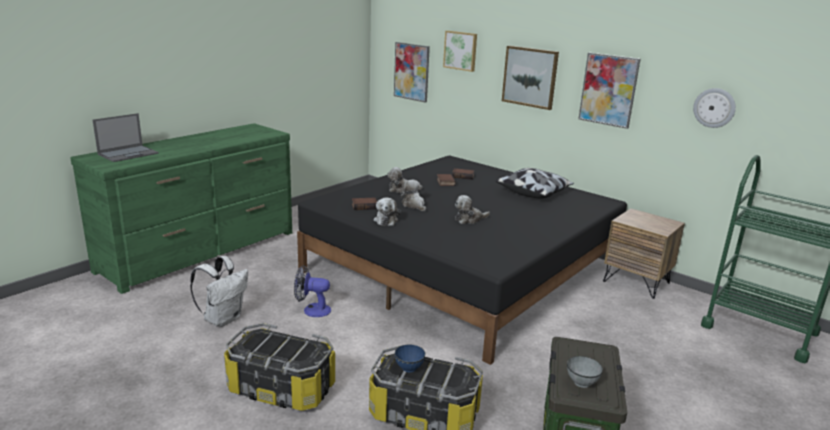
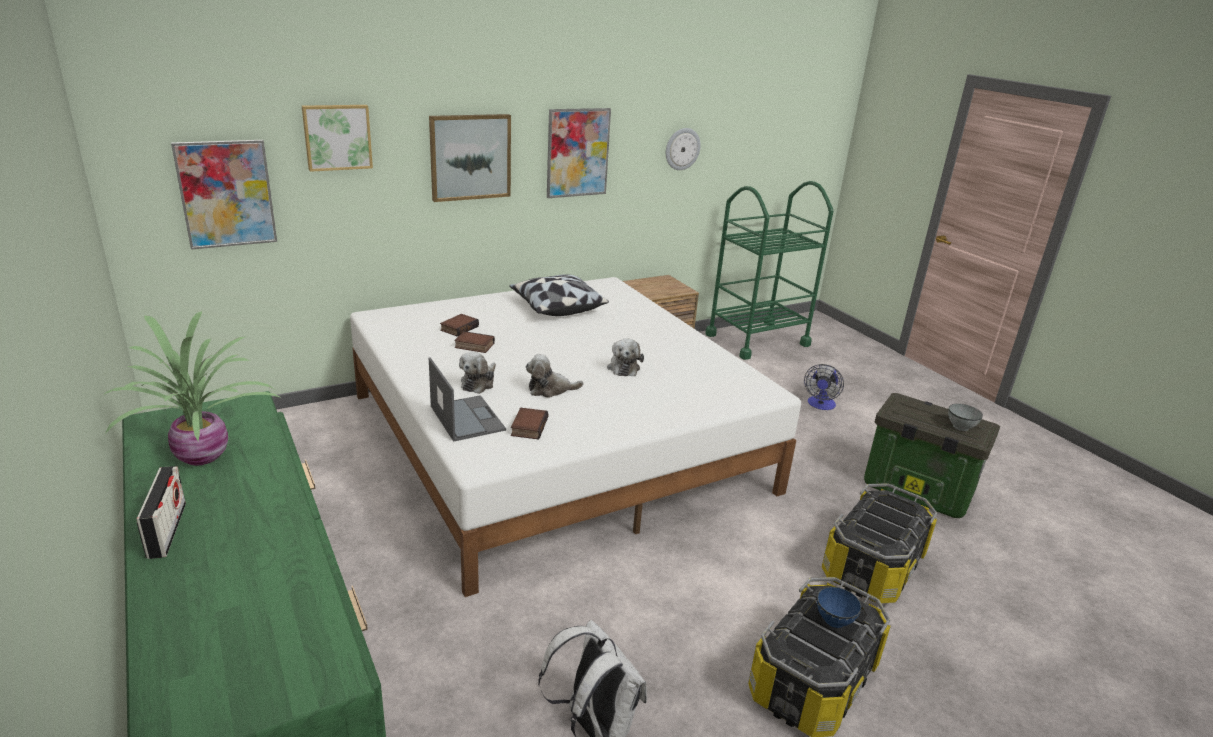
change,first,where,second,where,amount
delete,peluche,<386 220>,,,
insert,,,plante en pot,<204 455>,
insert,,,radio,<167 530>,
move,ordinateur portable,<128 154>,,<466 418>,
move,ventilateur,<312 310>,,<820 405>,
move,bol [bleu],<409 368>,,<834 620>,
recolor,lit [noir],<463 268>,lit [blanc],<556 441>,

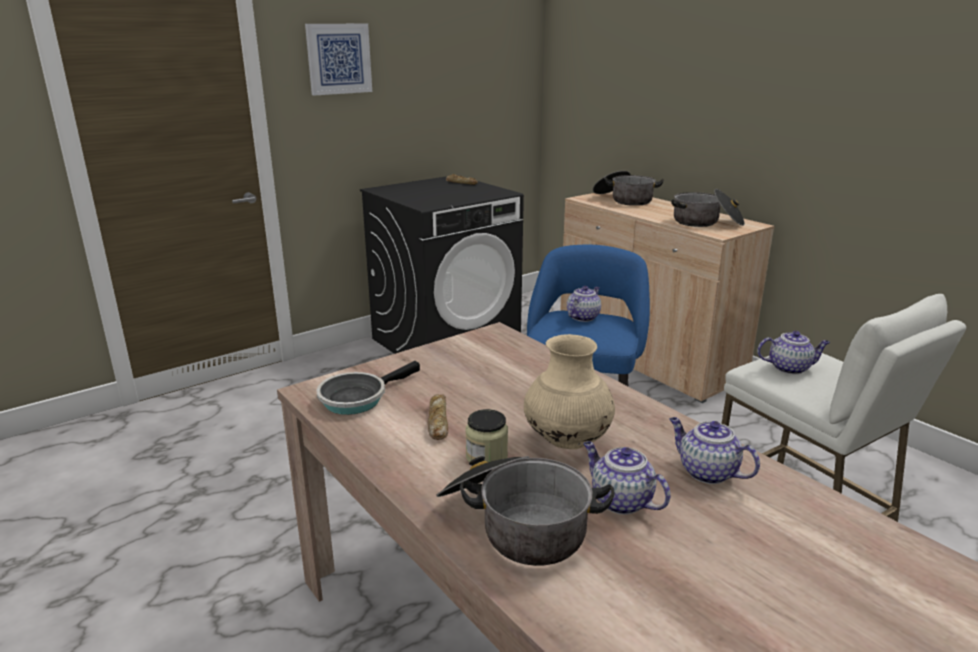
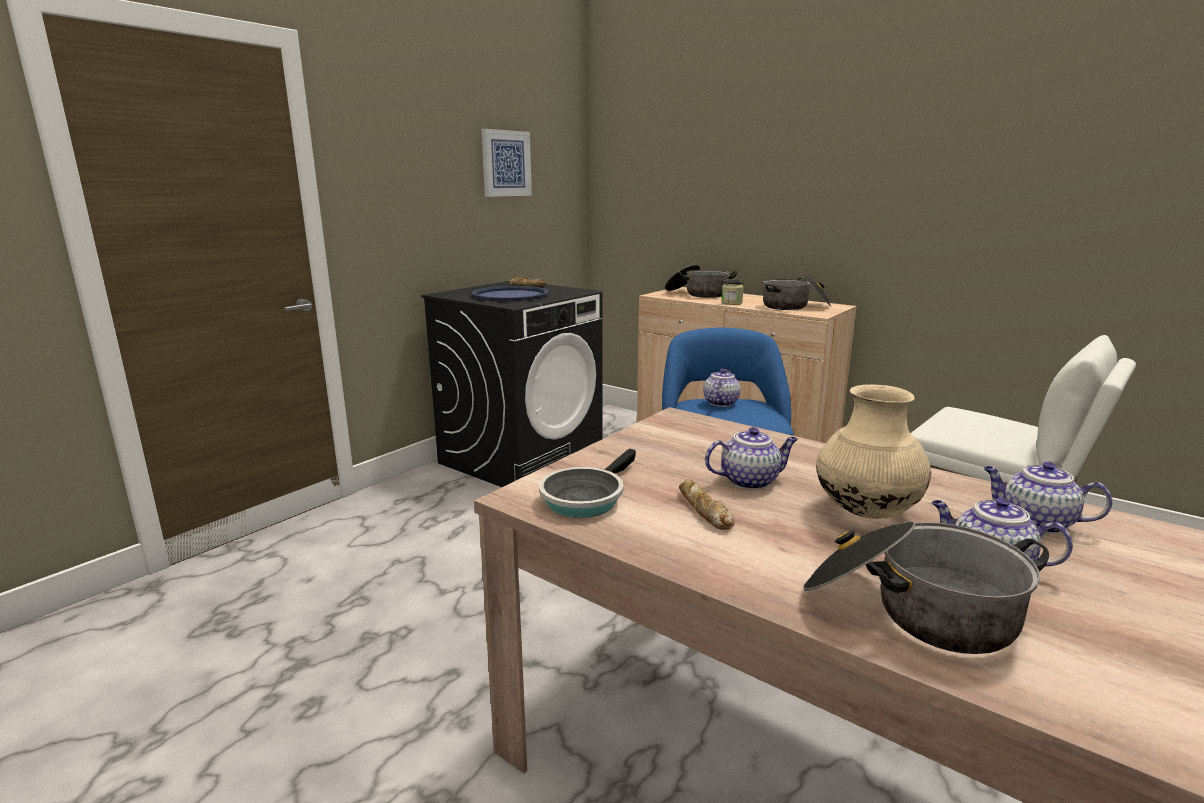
change,first,where,second,where,amount
insert,,,plateau [bleu],<510 295>,
move,tableau,<338 59>,,<506 163>,
move,bocal,<486 457>,,<731 303>,
move,théière,<790 368>,,<750 481>,

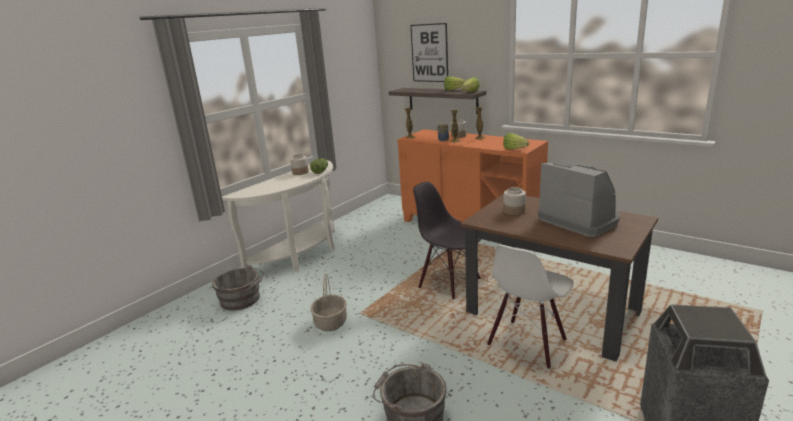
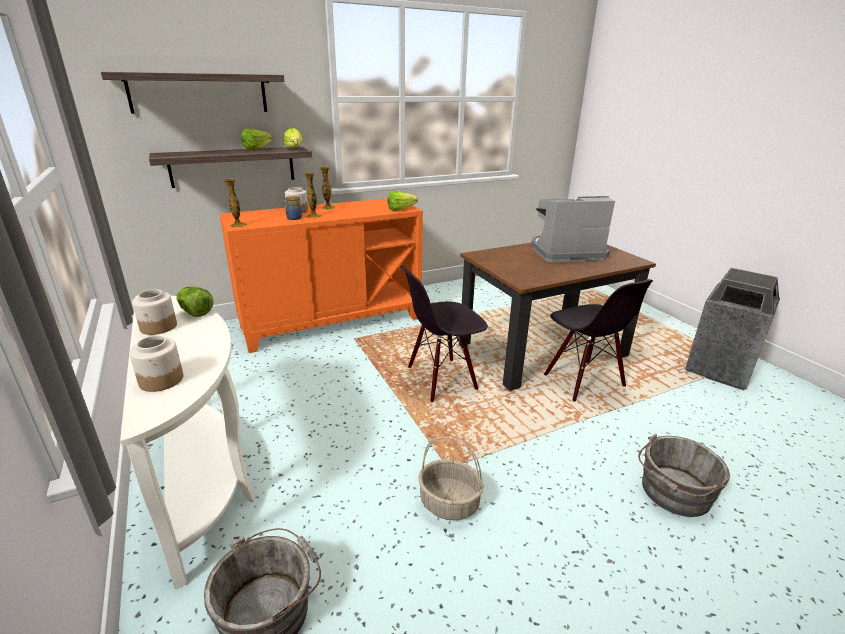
change,first,where,second,where,amount
move,bocal,<514 211>,,<162 380>,
replace,tableau,<429 53>,étagère,<199 93>,
recolor,chaise [blanc],<527 343>,chaise [noir],<583 381>,

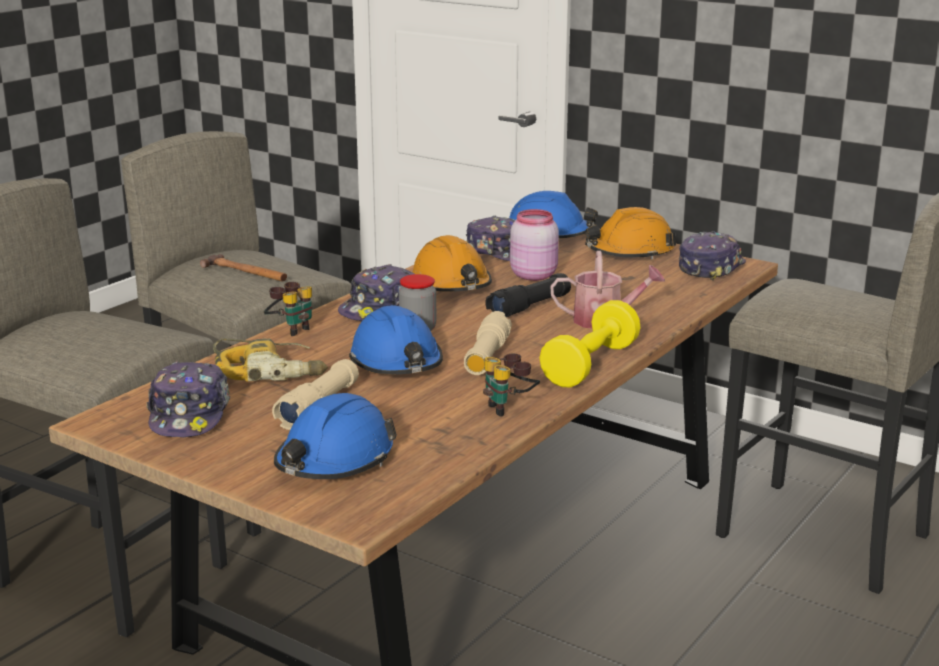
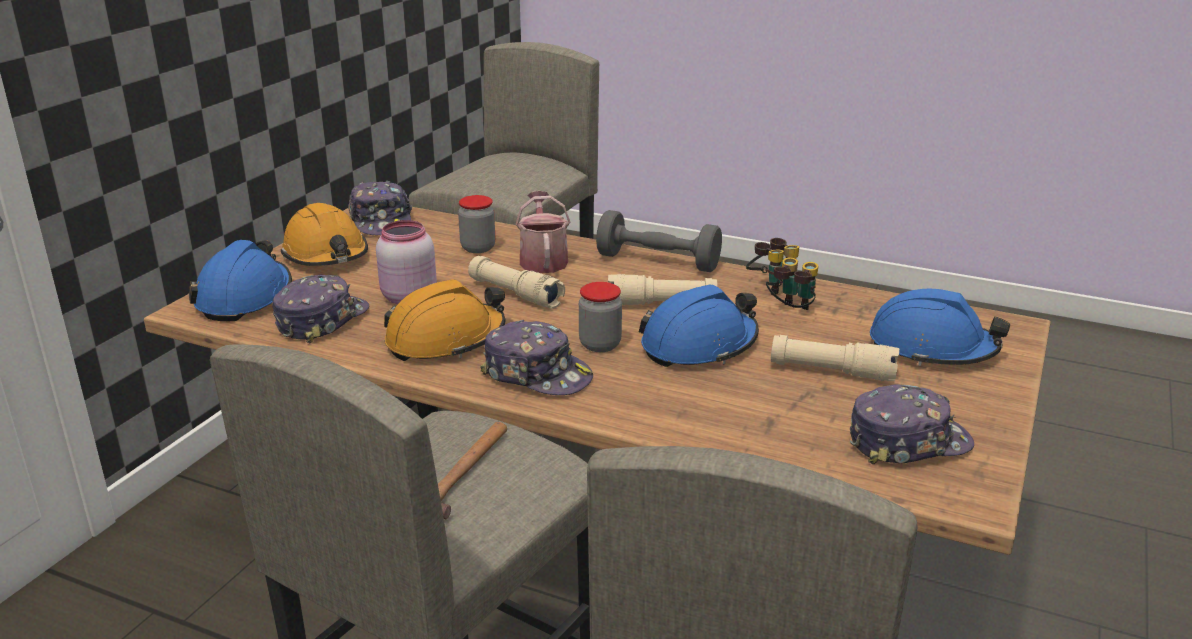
change,first,where,second,where,amount
delete,perceuse,<270 371>,,,
insert,,,bocal,<478 248>,
move,jumelles,<291 329>,,<791 312>,
recolor,lampe de poche [noir],<529 307>,lampe de poche [beige],<515 294>,
recolor,haltère [jaune],<590 365>,haltère [gris],<658 261>,
rotate,casquette,<710 267>,,<381 221>,135 degrees counterclockwise

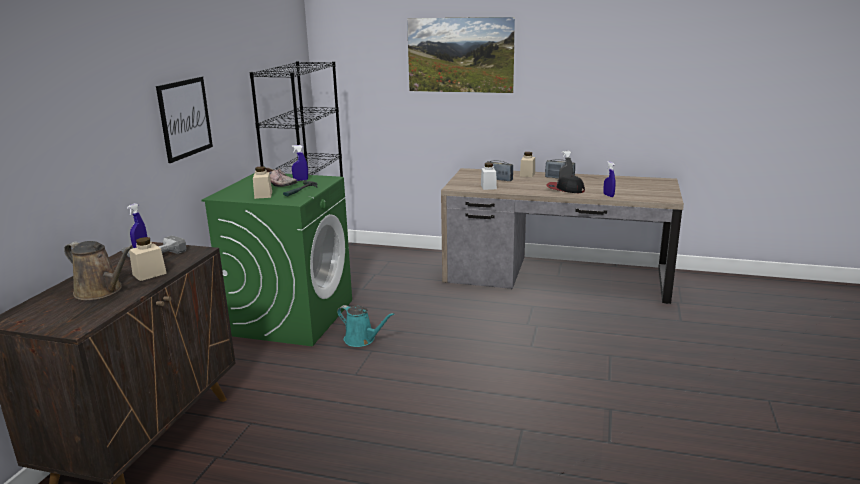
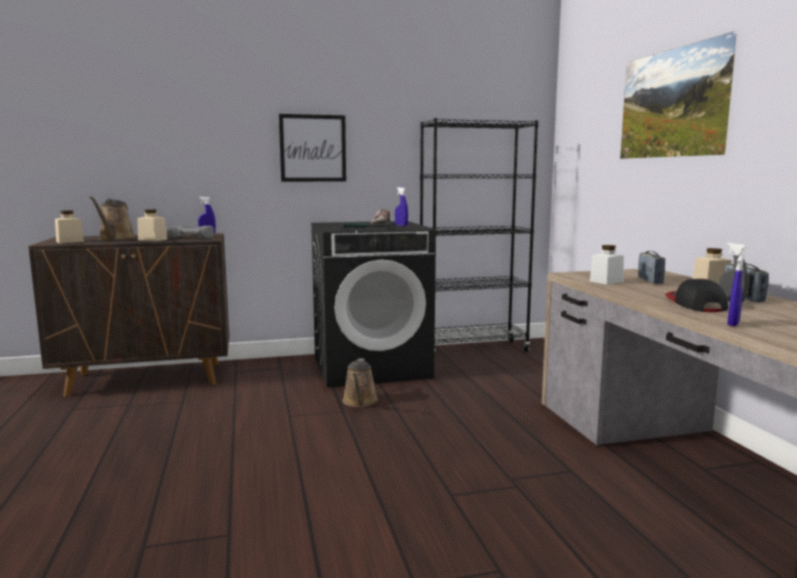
change,first,where,second,where,amount
move,bocal [beige],<263 195>,,<70 241>,
recolor,lave-linge [vert],<291 317>,lave-linge [noir],<372 367>,
recolor,arrosoir [turquoise],<362 340>,arrosoir [marron],<360 402>,

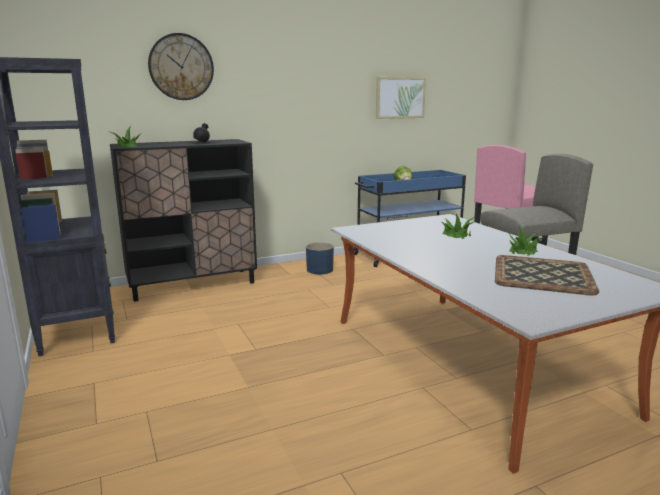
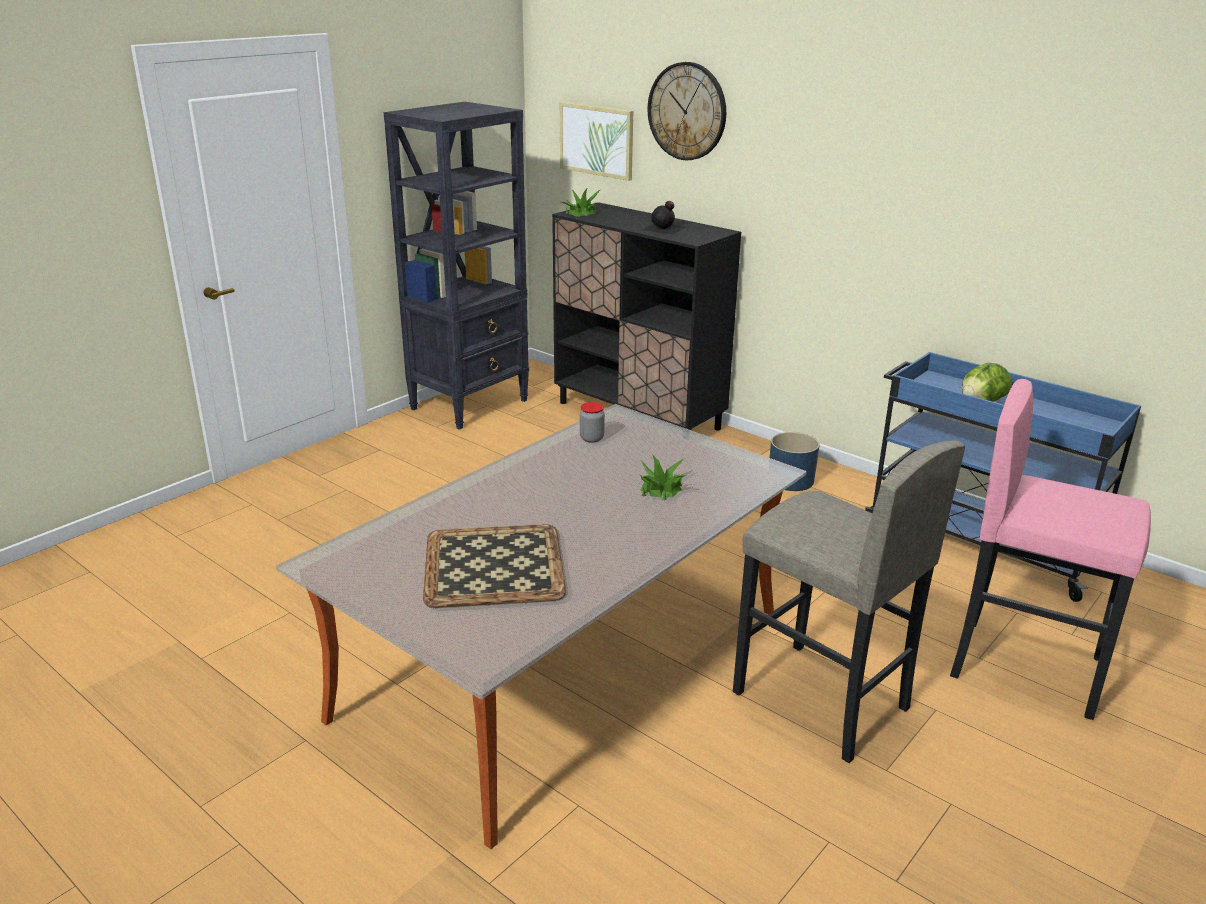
change,first,where,second,where,amount
delete,plante en pot,<522 251>,,,
insert,,,bocal,<592 438>,
move,tableau,<400 97>,,<597 140>,

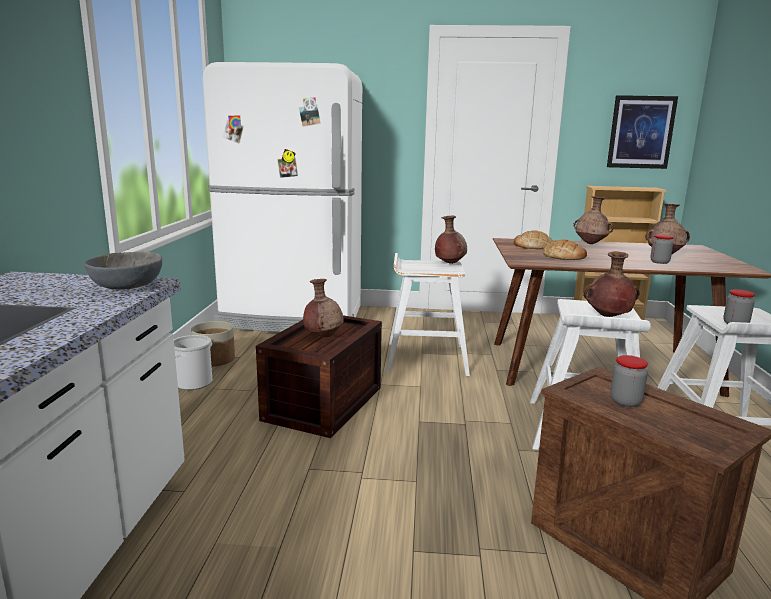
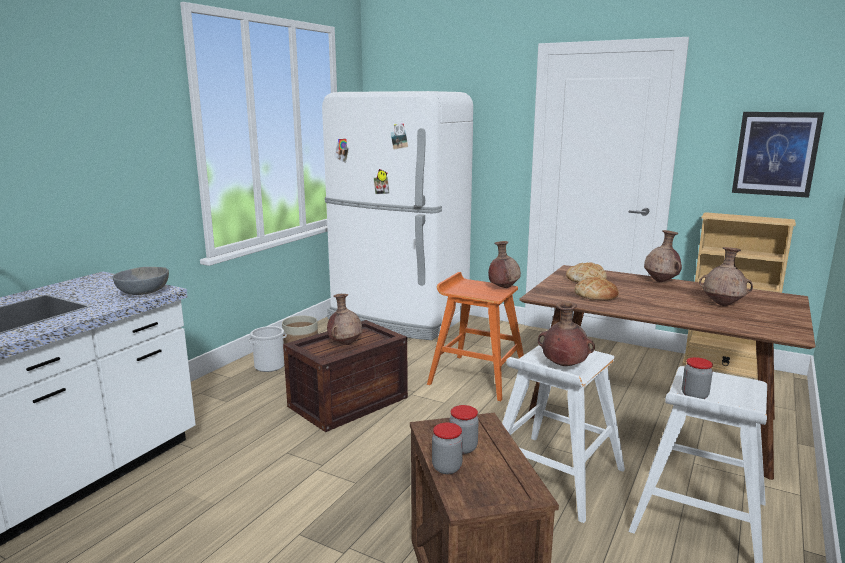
change,first,where,second,where,amount
move,bocal,<659 262>,,<447 467>,
recolor,tabouret [blanc],<425 358>,tabouret [orange],<476 376>,

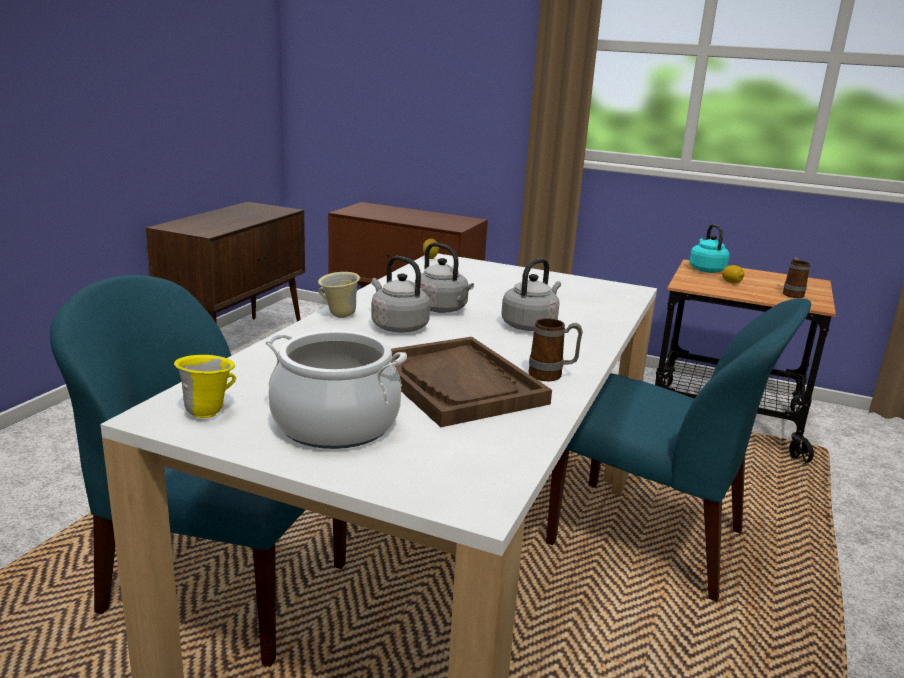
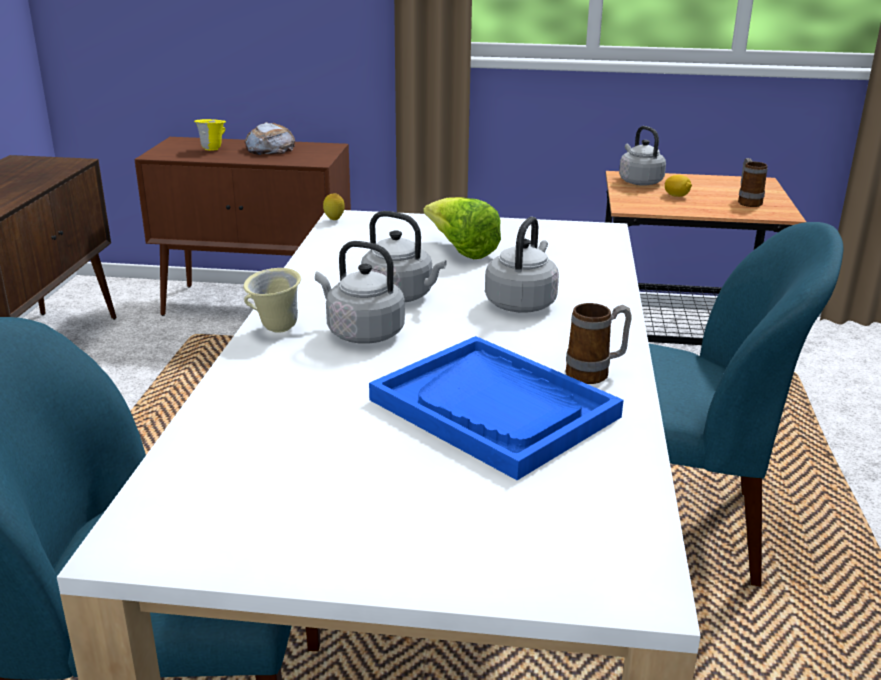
change,first,where,second,where,amount
delete,marmite,<335 424>,,,
insert,,,pain,<270 149>,
insert,,,laitue,<461 251>,
move,mug [jaune],<208 412>,,<212 149>,
recolor,plateau [marron],<458 384>,plateau [bleu],<494 408>,
recolor,bouilloire [turquoise],<706 269>,bouilloire [gris],<639 181>,

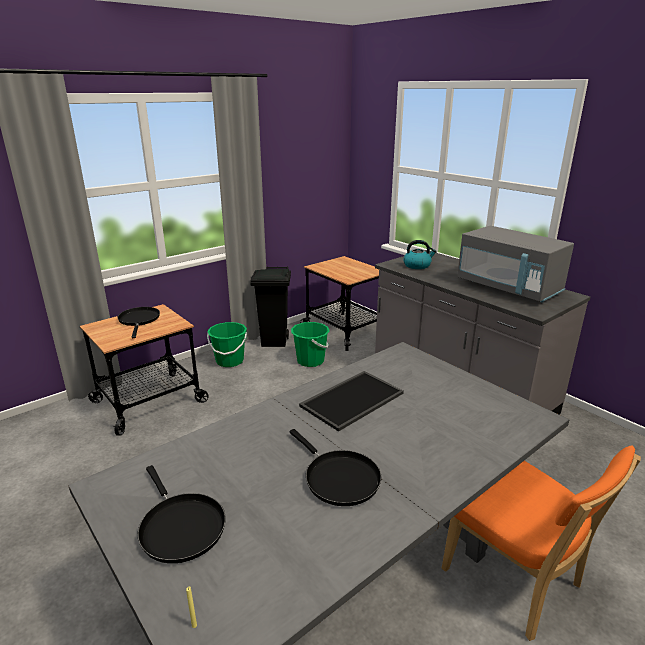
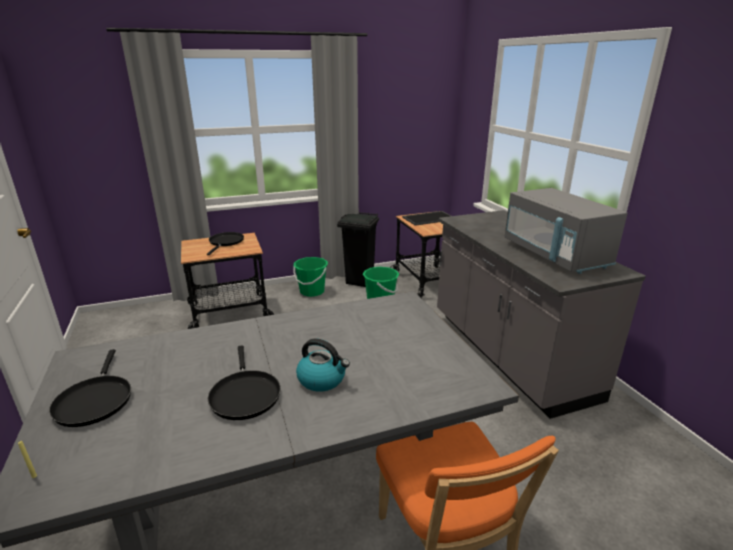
change,first,where,second,where,amount
move,plateau,<351 398>,,<429 218>,
move,bouilloire,<417 265>,,<322 379>,

